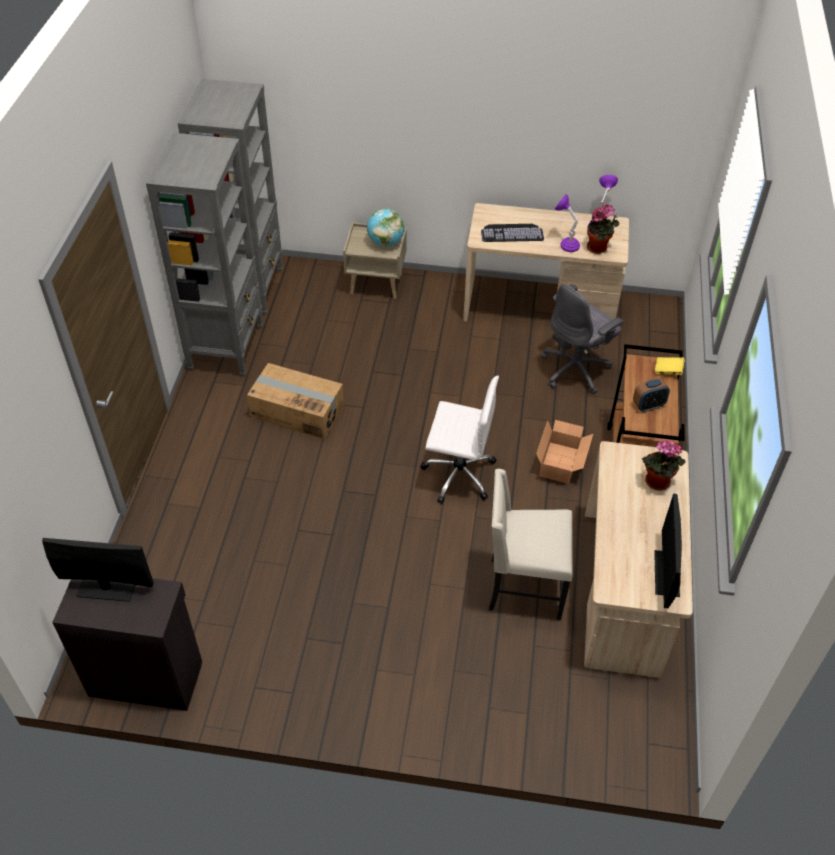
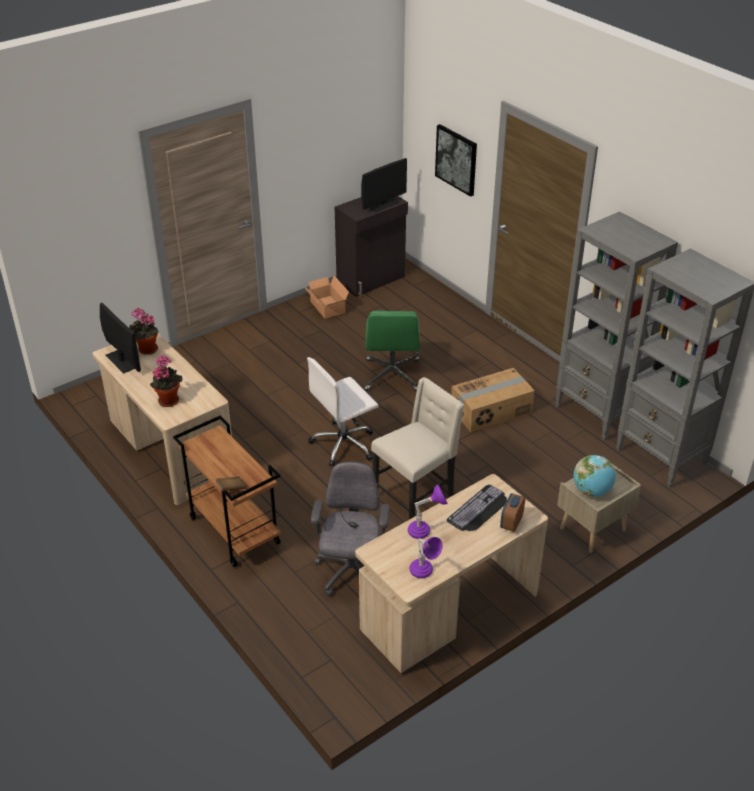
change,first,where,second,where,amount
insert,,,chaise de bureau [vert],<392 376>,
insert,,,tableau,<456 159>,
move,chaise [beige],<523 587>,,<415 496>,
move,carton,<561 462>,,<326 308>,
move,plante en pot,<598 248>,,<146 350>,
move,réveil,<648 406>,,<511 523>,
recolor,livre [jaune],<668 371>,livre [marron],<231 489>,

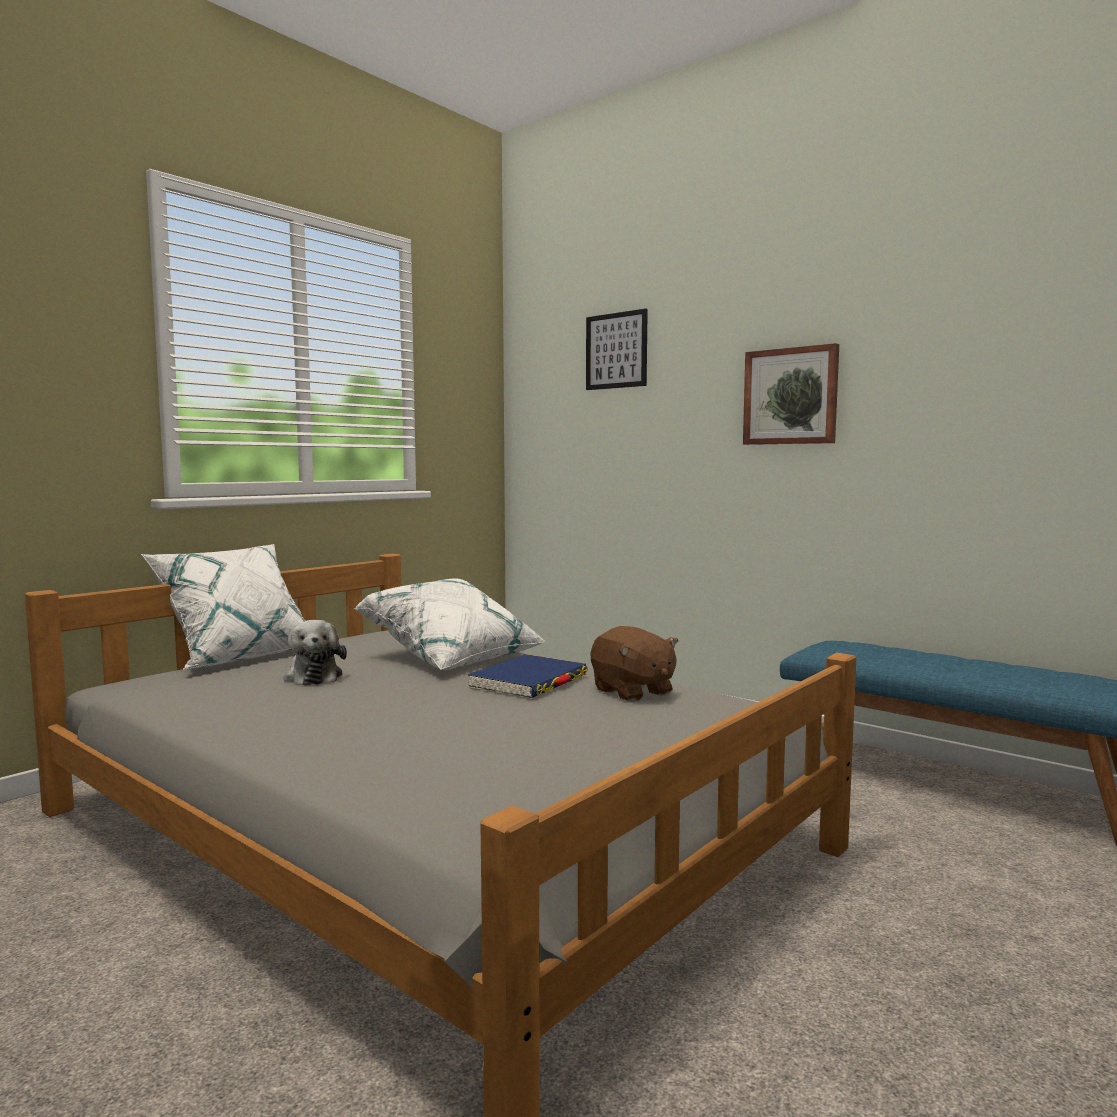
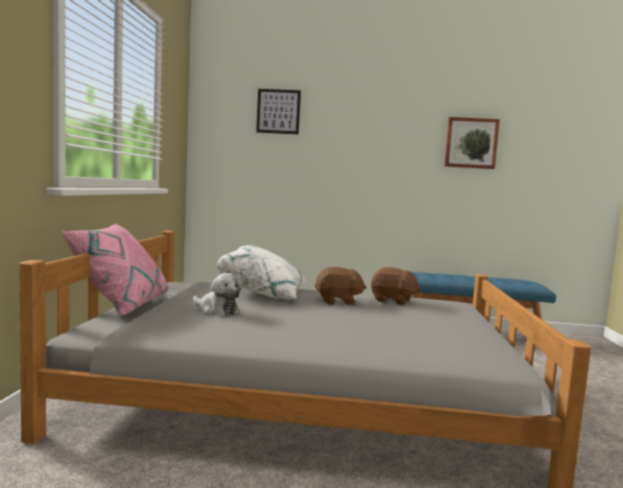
change,first,where,second,where,amount
move,tableau,<791 396>,,<471 143>,
replace,livre [bleu],<529 682>,peluche [marron],<338 301>,
recolor,coussin [blanc],<238 657>,coussin [rose],<121 305>,

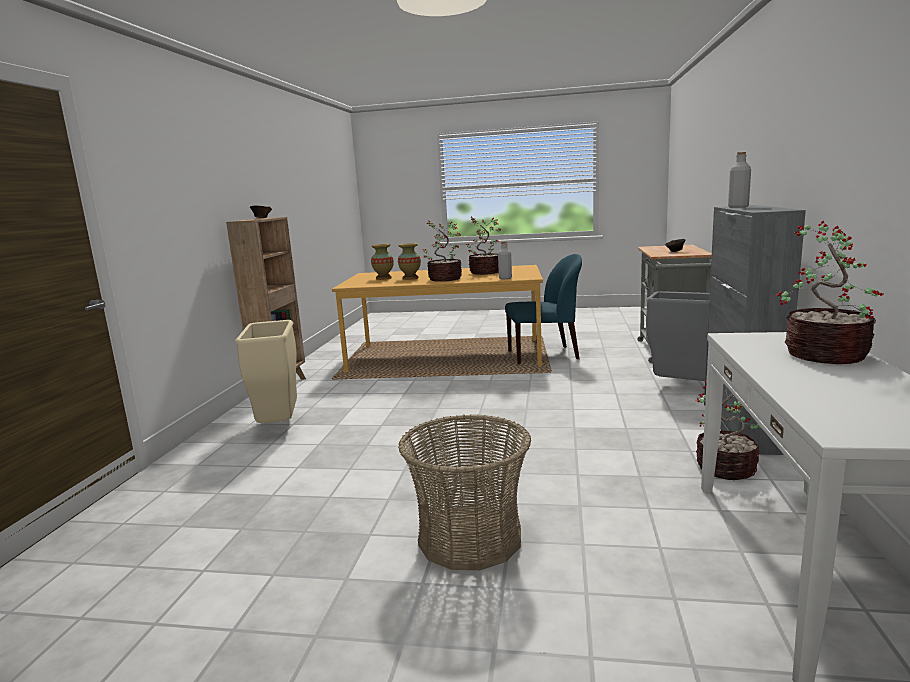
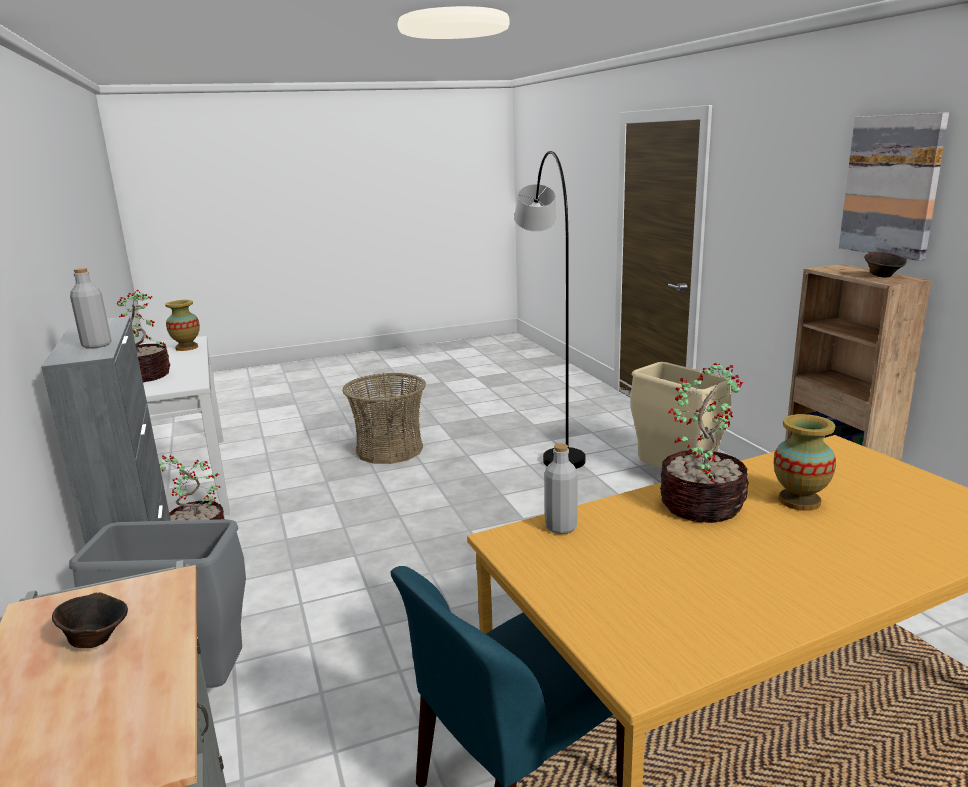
change,first,where,second,where,amount
delete,plante en pot,<484 272>,,,
insert,,,lampadaire [gris],<548 431>,
insert,,,tableau,<892 186>,
move,vase,<383 278>,,<187 348>,

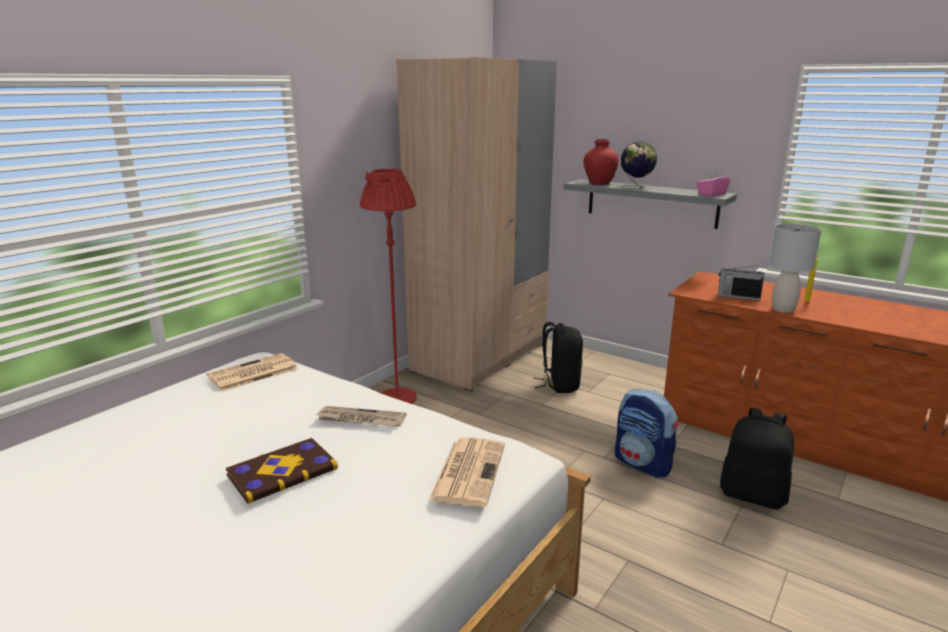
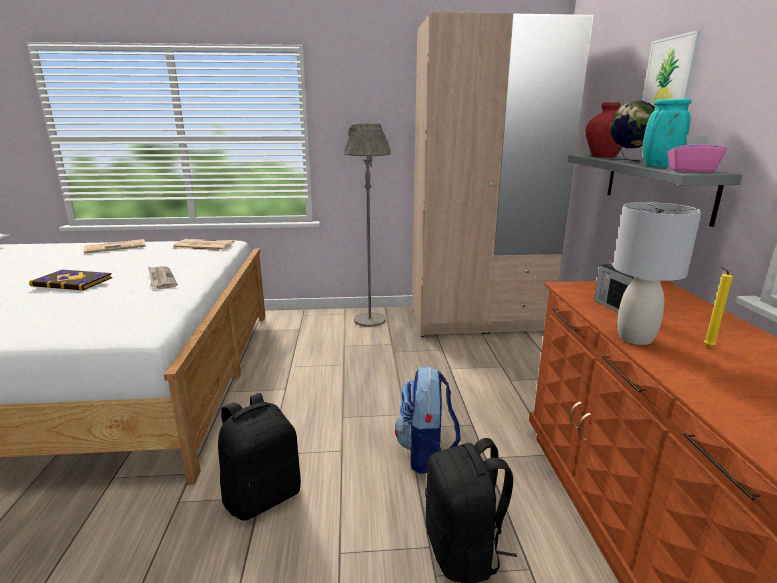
change,first,where,second,where,amount
insert,,,tableau,<670 75>,
insert,,,vase [turquoise],<659 167>,
move,journal,<468 471>,,<116 247>,
move,sac à dos [noir],<559 384>,,<263 495>,
recolor,lampadaire [rouge],<397 398>,lampadaire [gris],<369 320>,

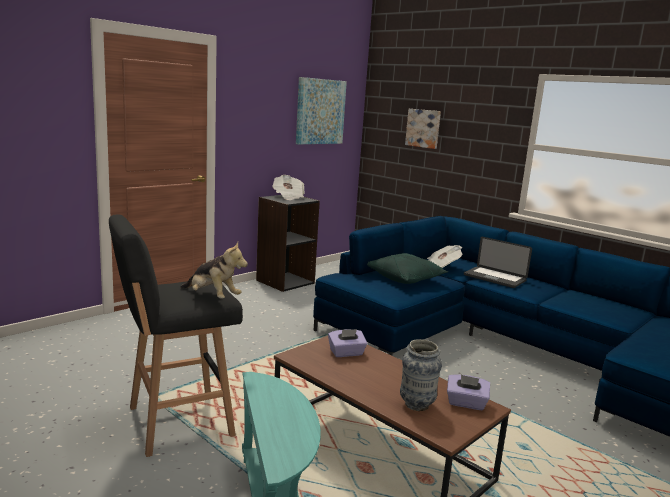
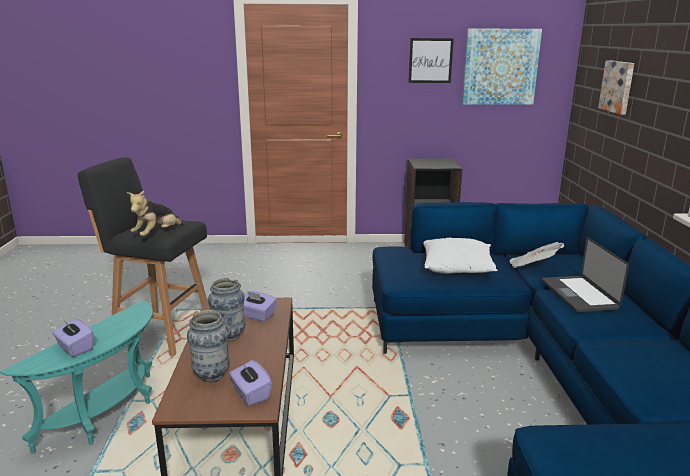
change,first,where,second,where,amount
delete,journal,<288 197>,,,
insert,,,boîte à mouchoirs [violet],<75 348>,
insert,,,vase,<229 336>,
insert,,,tableau,<430 60>,
recolor,coussin [vert],<405 278>,coussin [blanc],<457 268>,
rotate,peluche,<212 297>,,<157 234>,45 degrees clockwise

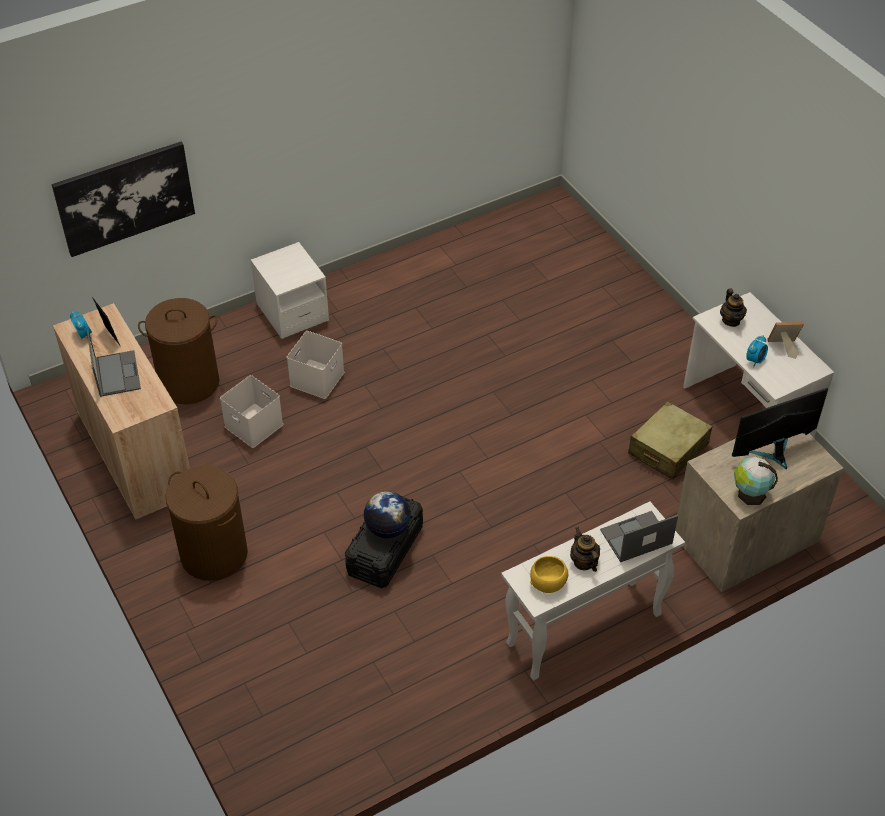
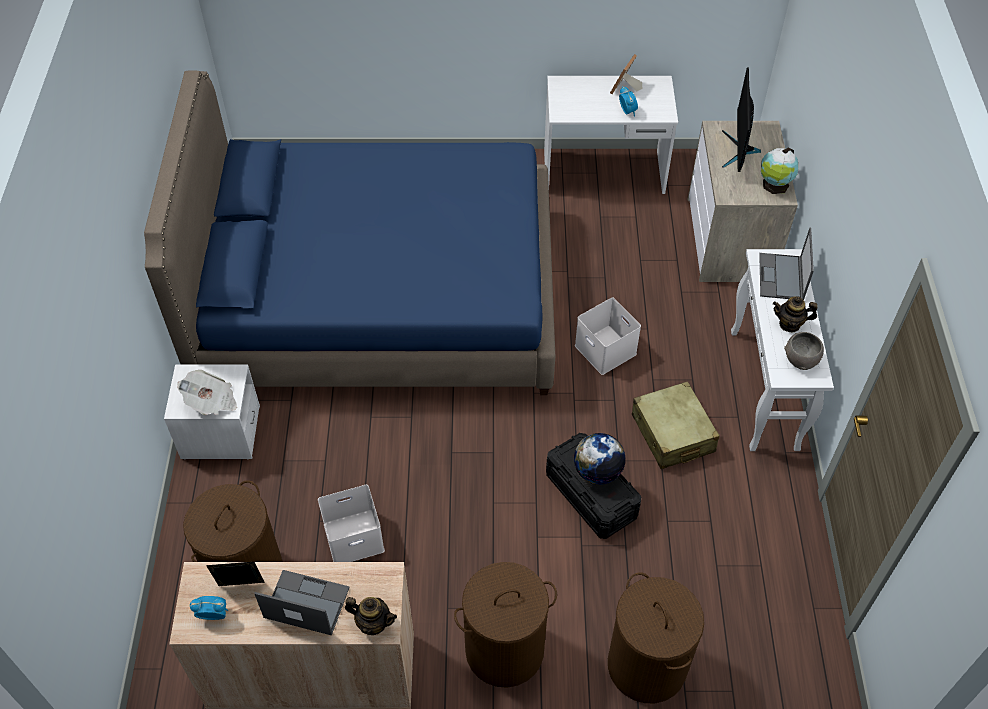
change,first,where,second,where,amount
delete,tableau,<125 198>,,,
insert,,,lit [bleu],<379 299>,
insert,,,journal,<211 402>,
insert,,,panier à linge [marron],<646 665>,
move,boîte de rangement [blanc],<317 380>,,<607 350>,
move,valise [beige],<668 449>,,<672 433>,
move,théière,<731 320>,,<373 623>,
recolor,bol [jaune],<547 583>,bol [gris],<800 360>,

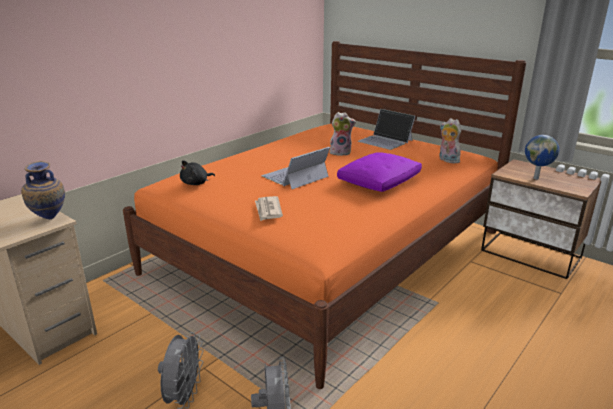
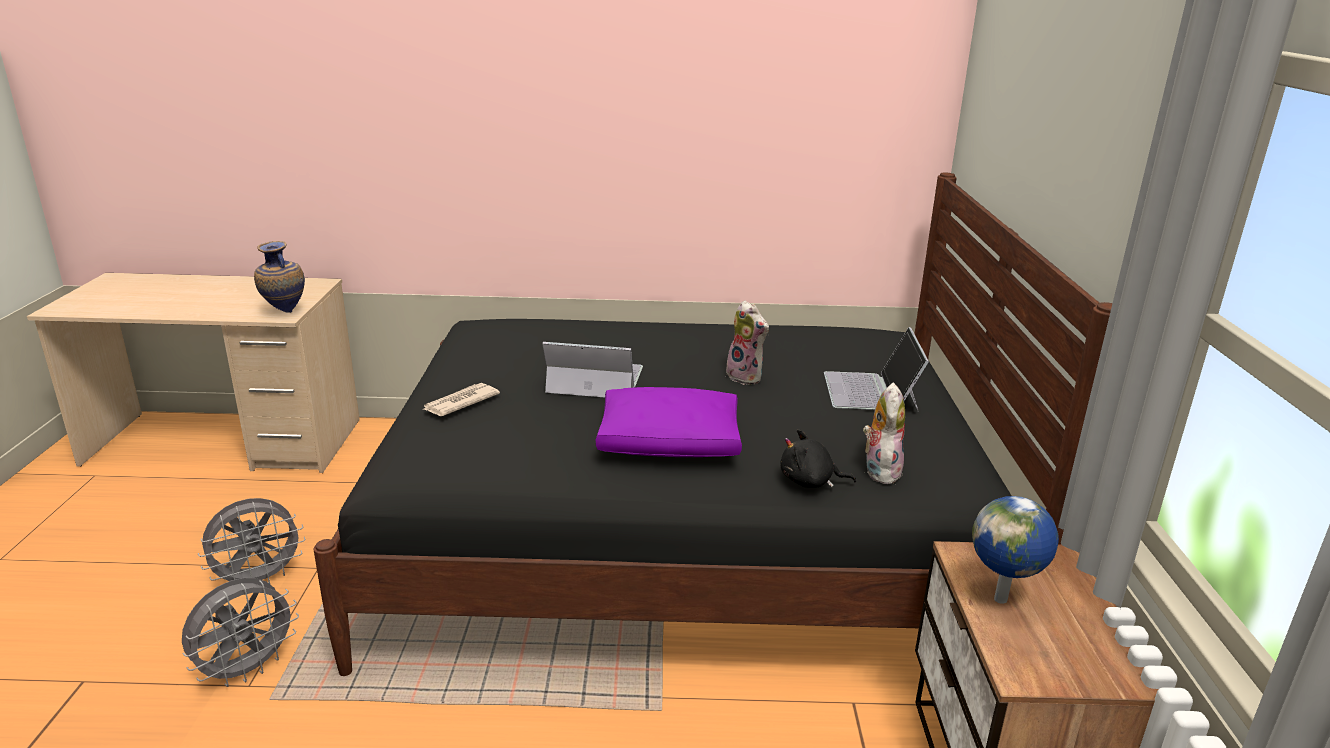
change,first,where,second,where,amount
move,peluche [noir],<196 183>,,<810 482>,
recolor,lit [orange],<328 251>,lit [noir],<679 539>,

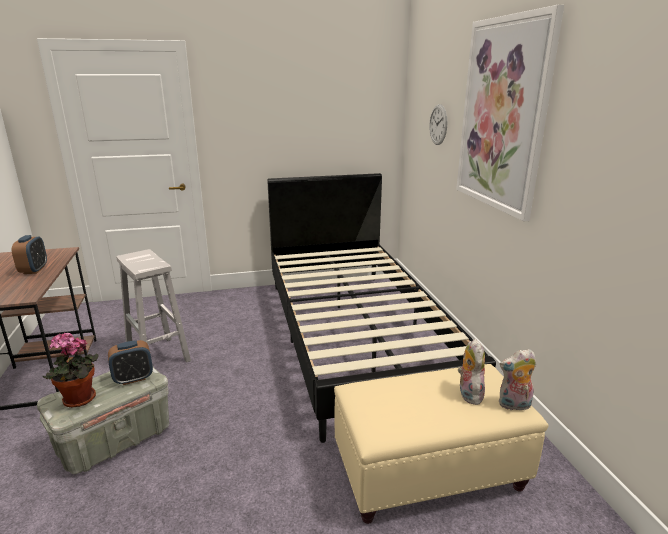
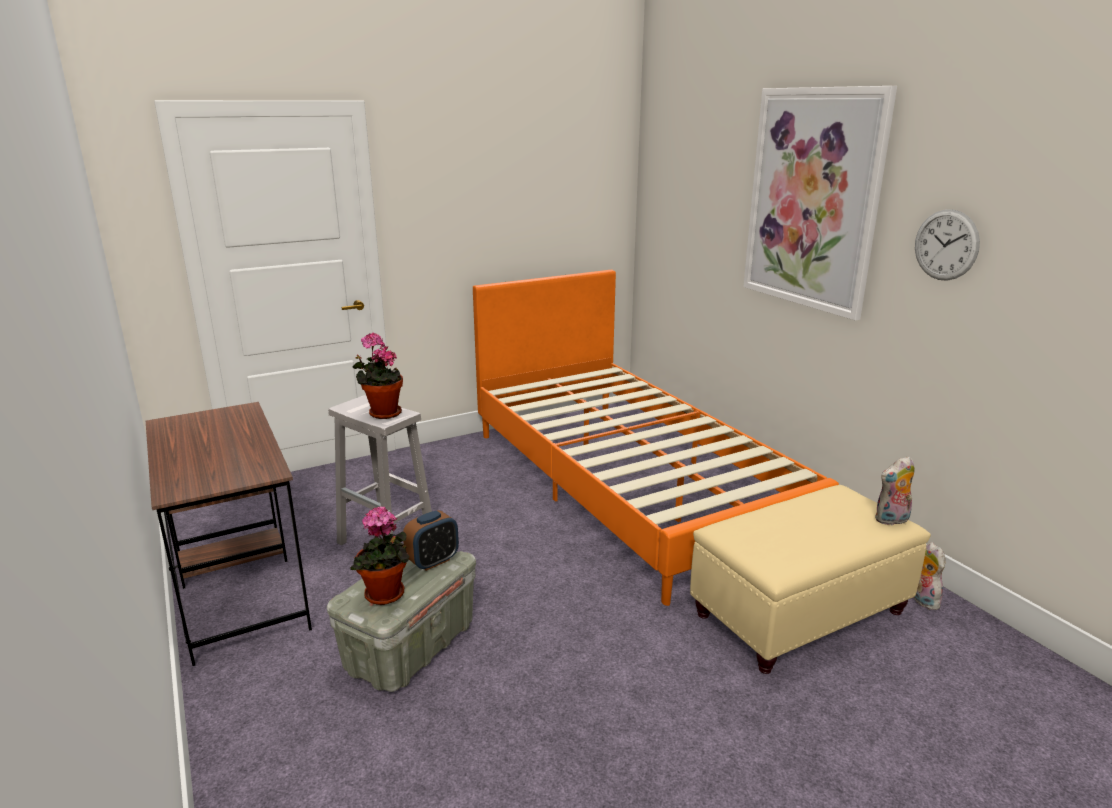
change,first,where,second,where,amount
delete,réveil,<34 270>,,,
insert,,,plante en pot,<382 413>,
move,horloge murale,<438 124>,,<946 245>,
move,peluche,<468 394>,,<921 599>,
recolor,lit [noir],<355 336>,lit [orange],<628 483>,

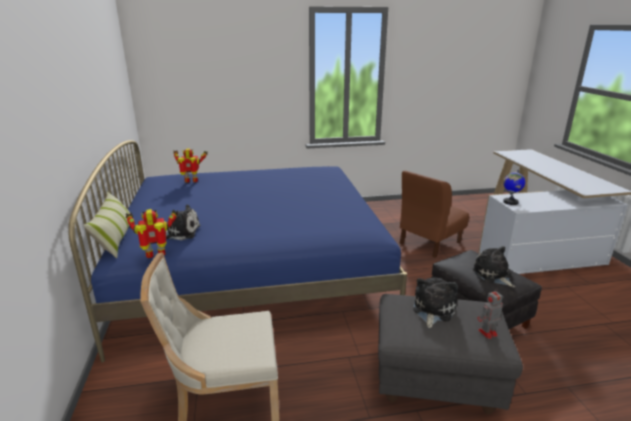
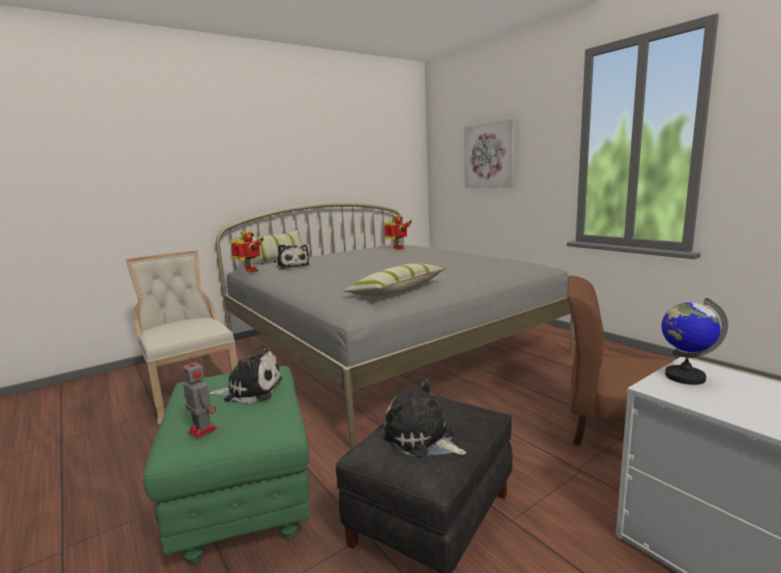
change,first,where,second,where,amount
insert,,,coussin,<397 291>,
insert,,,tableau,<489 155>,
recolor,lit [bleu],<252 270>,lit [gris],<388 347>,
recolor,pouf [gris],<435 384>,pouf [vert],<243 500>,
rotate,peluche,<493 275>,,<422 439>,90 degrees counterclockwise

